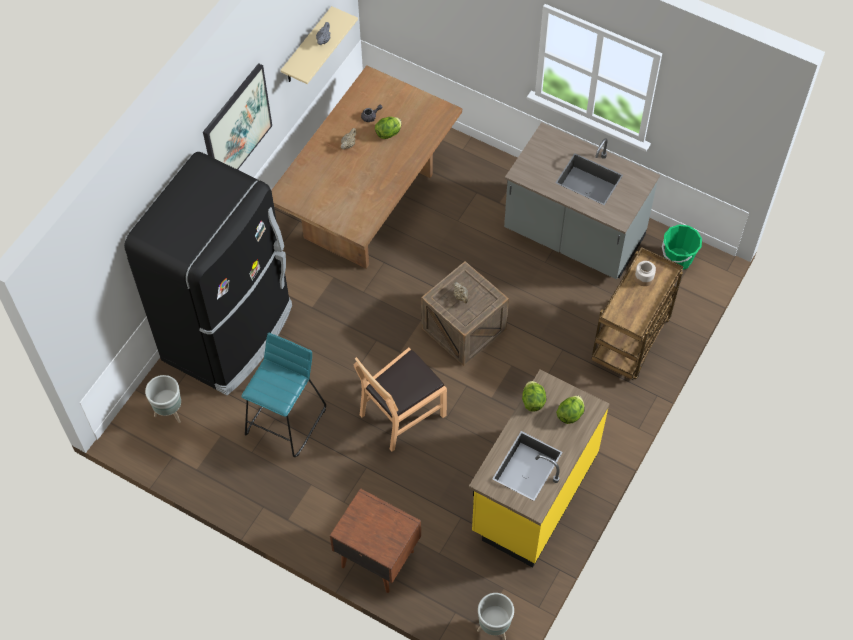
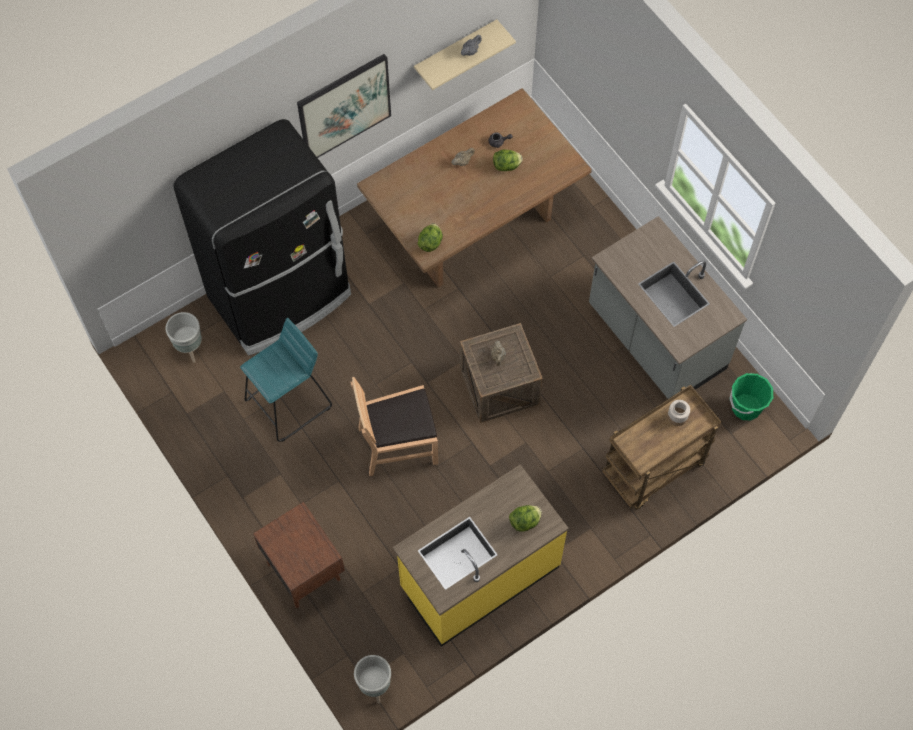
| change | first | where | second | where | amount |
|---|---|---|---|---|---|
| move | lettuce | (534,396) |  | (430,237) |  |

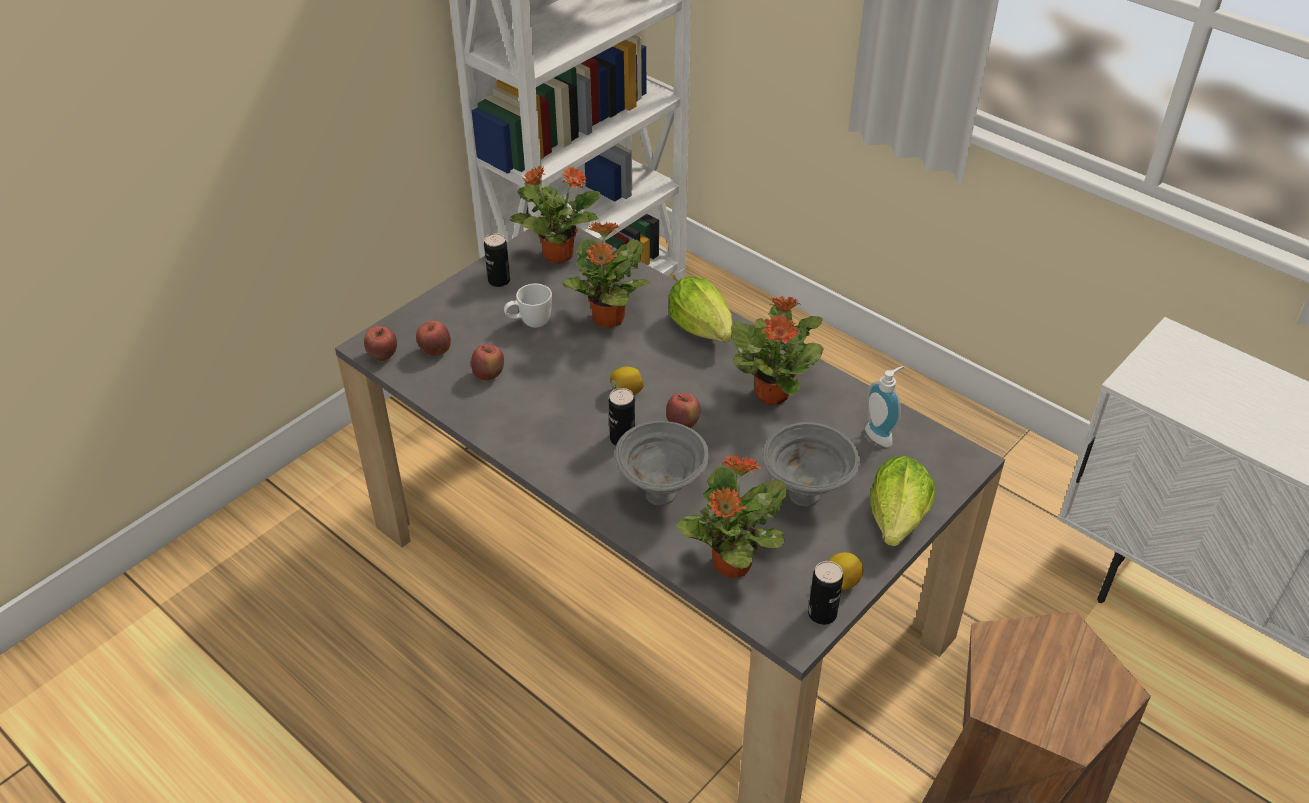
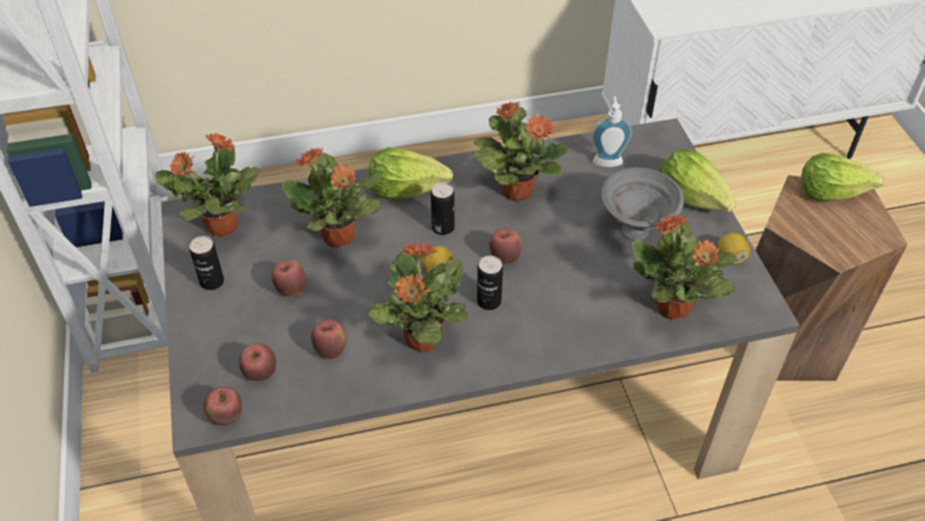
| change | first | where | second | where | amount |
|---|---|---|---|---|---|
| replace | white-coloured mug | (528,306) | apple fruit | (289,278) |  |
| insert |  |  | houseplant | (418,297) |  |
| move | metal can | (825,593) |  | (443,208) |  |
| insert |  |  | lettuce | (842,177) |  |
| delete | gray deep dish | (662,463) |  |  |  |

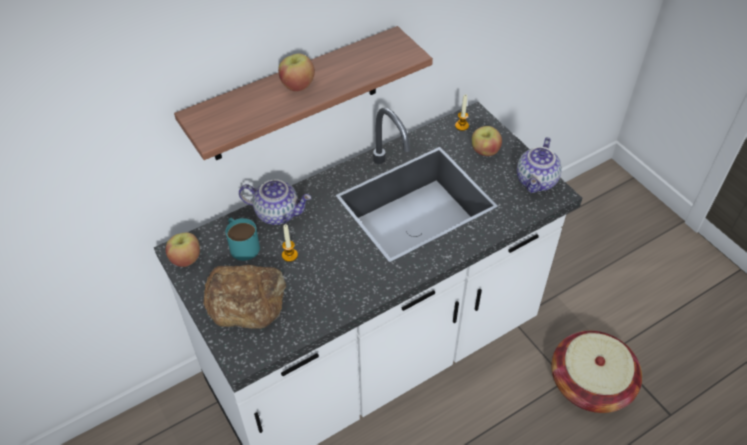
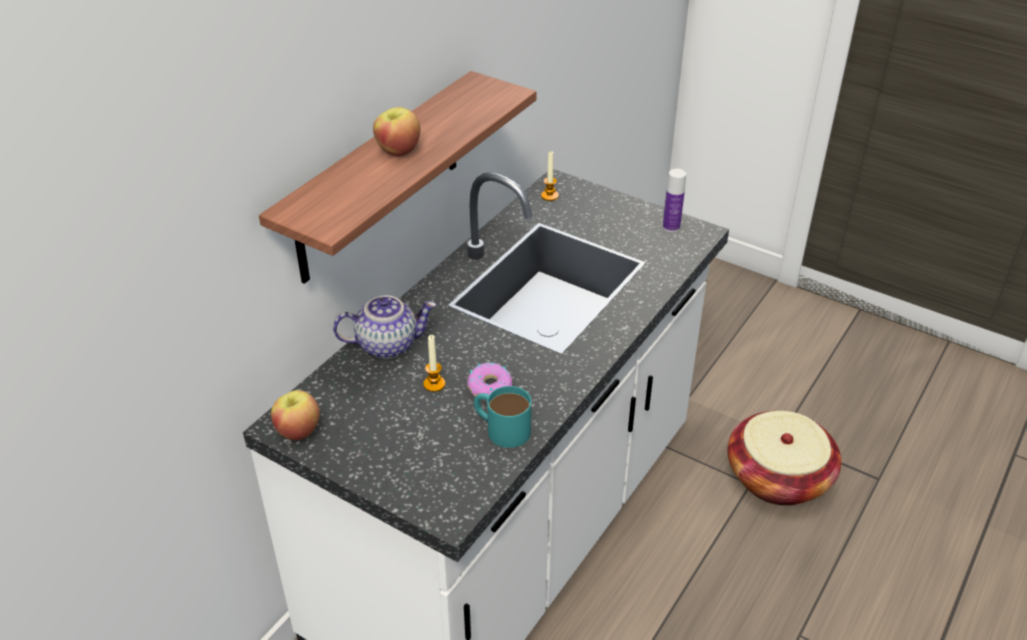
| change | first | where | second | where | amount |
|---|---|---|---|---|---|
| insert |  |  | doughnut | (489,380) |  |
| move | turquoise-coloured mug | (243,239) |  | (502,417) |  |
| replace | pot for tea | (539,165) | beverage bottle | (674,200) |  |
| delete | bread | (244,297) |  |  |  |
| delete | apple fruit | (487,141) |  |  |  |

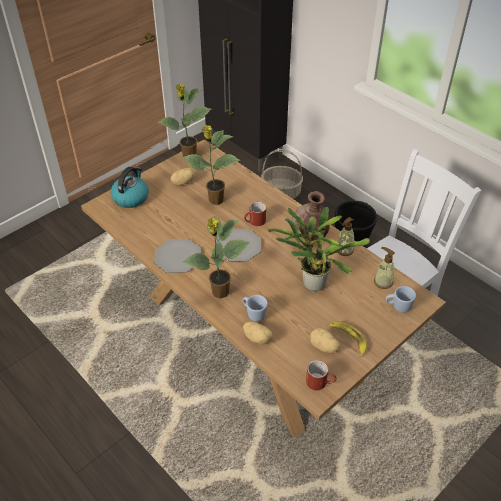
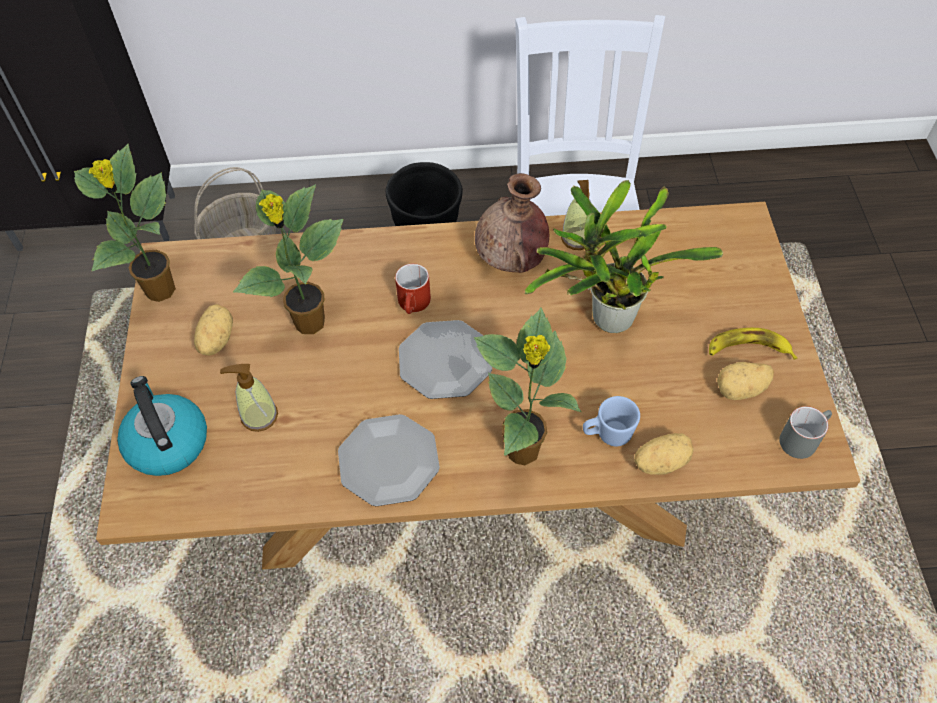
| change | first | where | second | where | amount |
|---|---|---|---|---|---|
| move | liquid soap bottle | (384,268) |  | (249,398) |  |
| recolor | red mug | (321,375) | gray mug | (805,432) |  |
| delete | bluish mug | (401,299) |  |  |  |

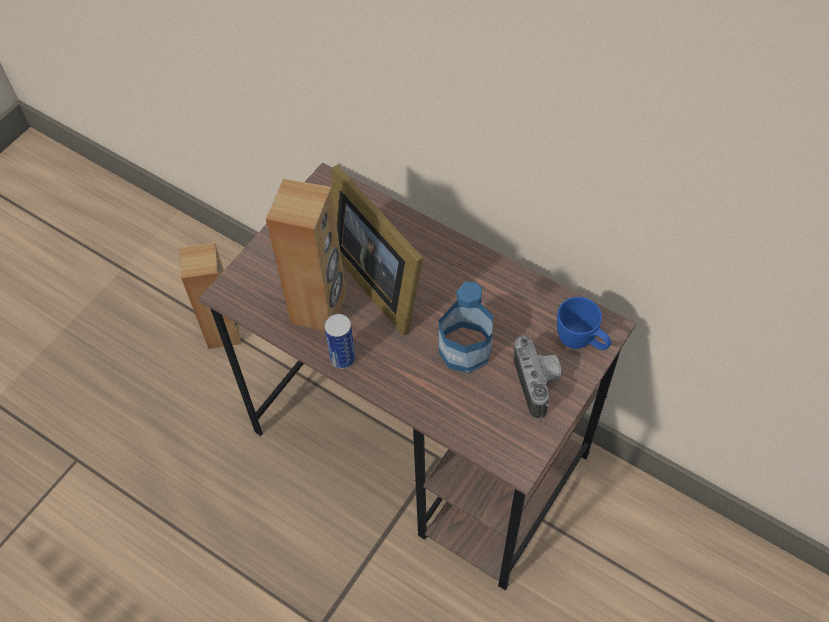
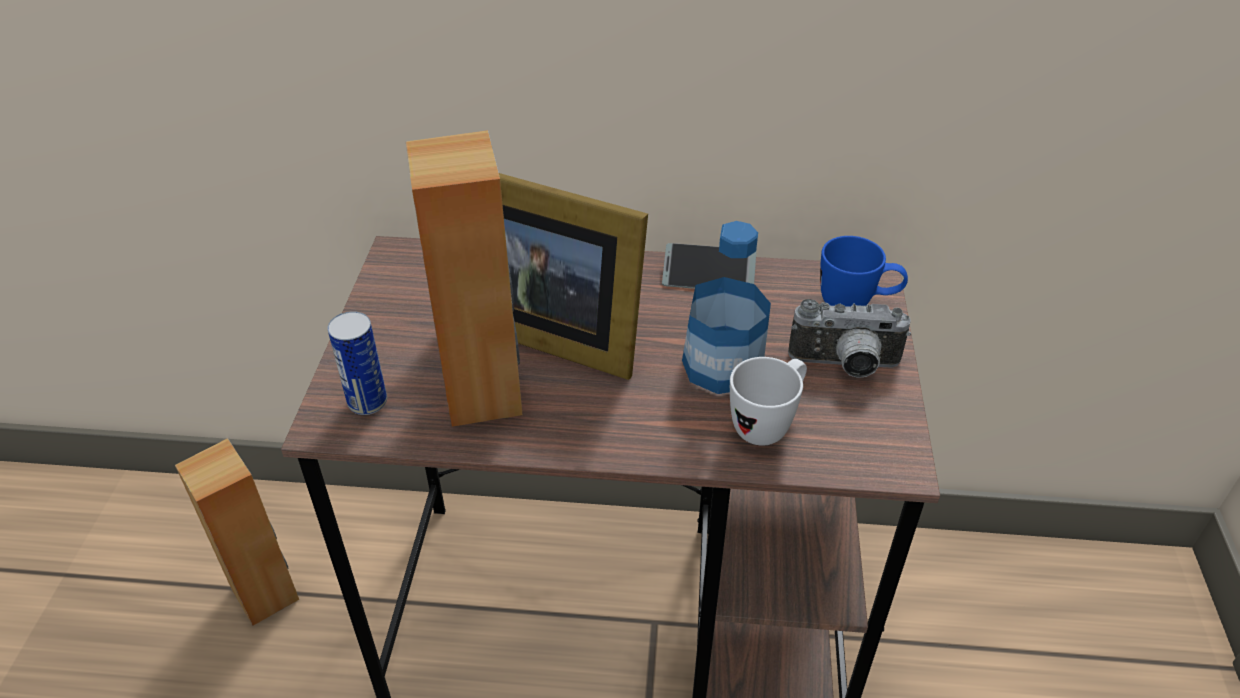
| change | first | where | second | where | amount |
|---|---|---|---|---|---|
| move | metal can | (340,341) |  | (357,363) |  |
| insert |  |  | handset | (709,266) |  |
| insert |  |  | white-coloured mug | (768,401) |  |
| rotate | photo camera | (538,377) |  | (849,338) | 135 degrees clockwise |

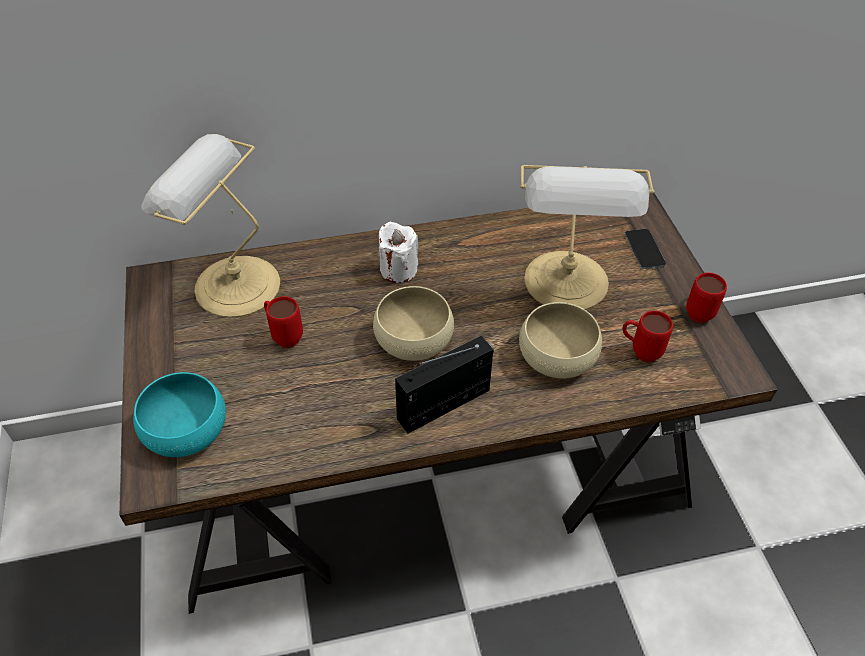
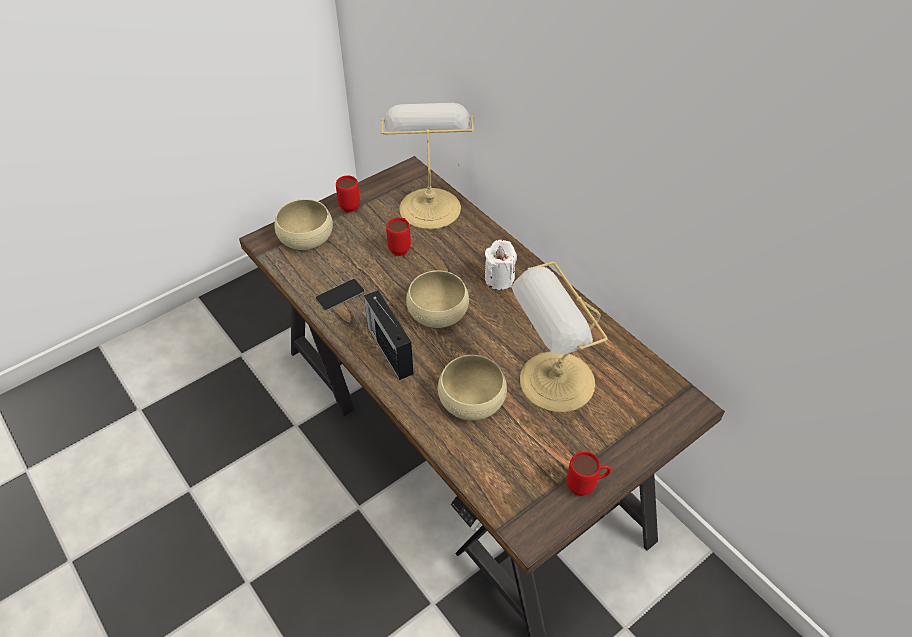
| change | first | where | second | where | amount |
|---|---|---|---|---|---|
| recolor | turquoise-coloured deep dish | (179,414) | sand-coloured deep dish | (303,224) |  |
| move | handset | (645,249) |  | (340,295) |  |
| move | red mug | (647,336) |  | (348,194) |  |
| rotate | radio | (444,385) |  | (389,335) | 150 degrees counterclockwise |

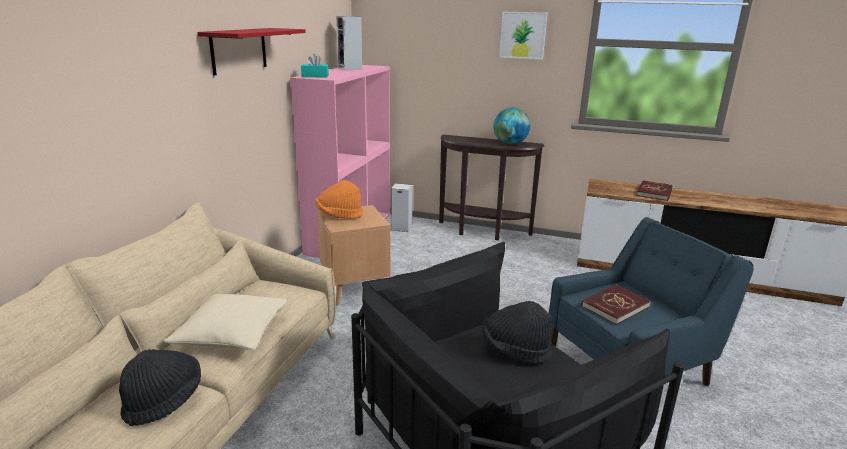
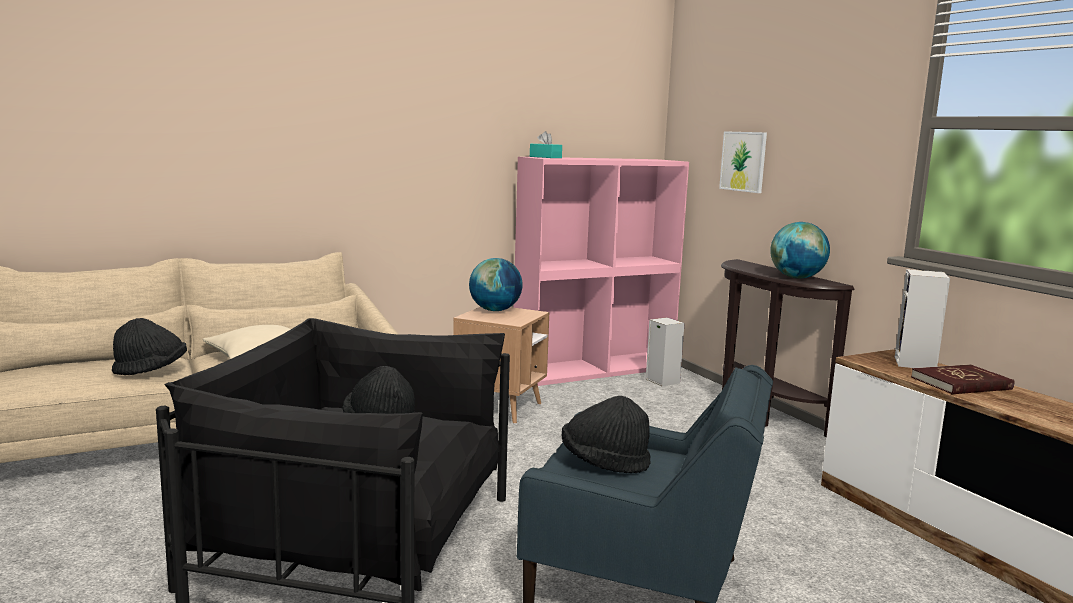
| change | first | where | second | where | amount |
|---|---|---|---|---|---|
| replace | orange hat | (339,199) | world globe | (495,284) |  |
| replace | red bound book | (616,305) | blackish hat | (606,434) |  |
| move | wall picture | (523,36) |  | (743,162) |  |
| move | audio speaker | (349,43) |  | (922,318) |  |
| delete | red shelf | (251,52) |  |  |  |

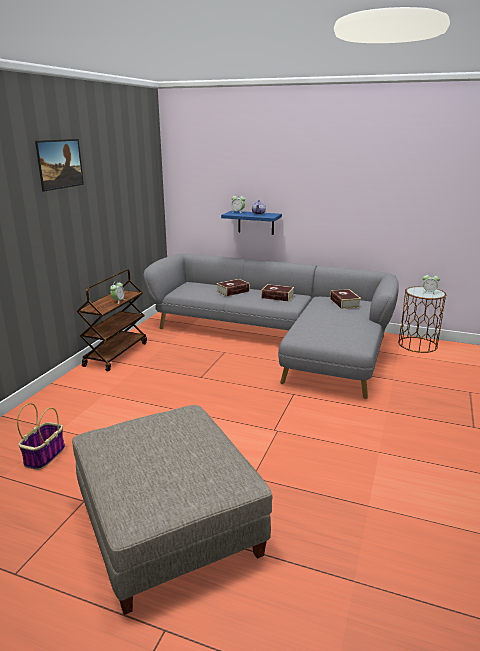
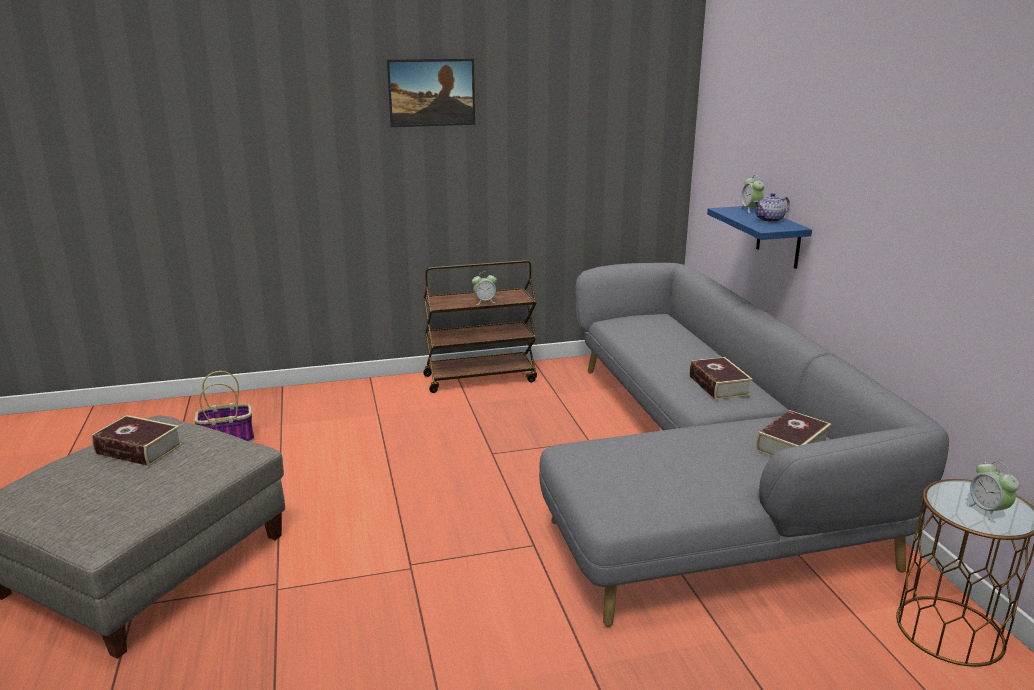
| change | first | where | second | where | amount |
|---|---|---|---|---|---|
| move | bound book | (233,288) |  | (137,440) |  |

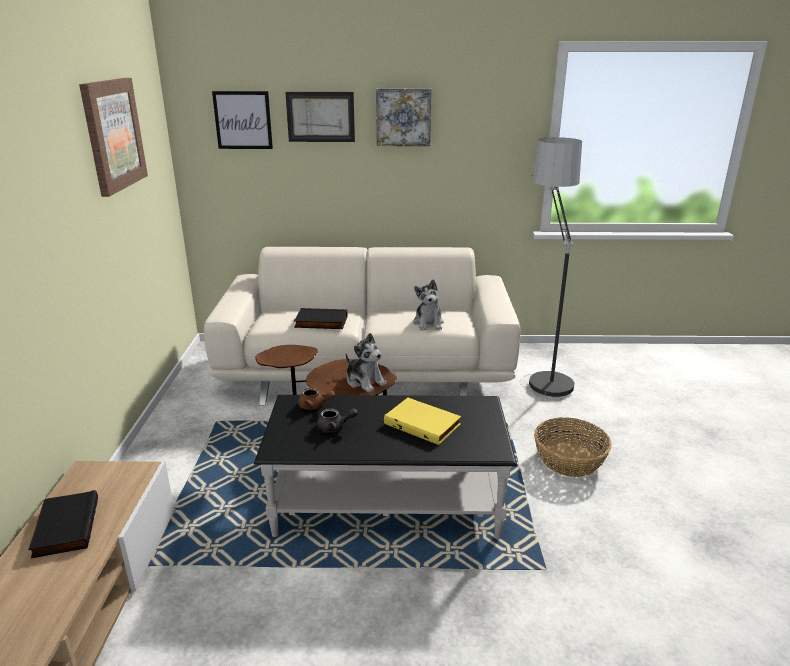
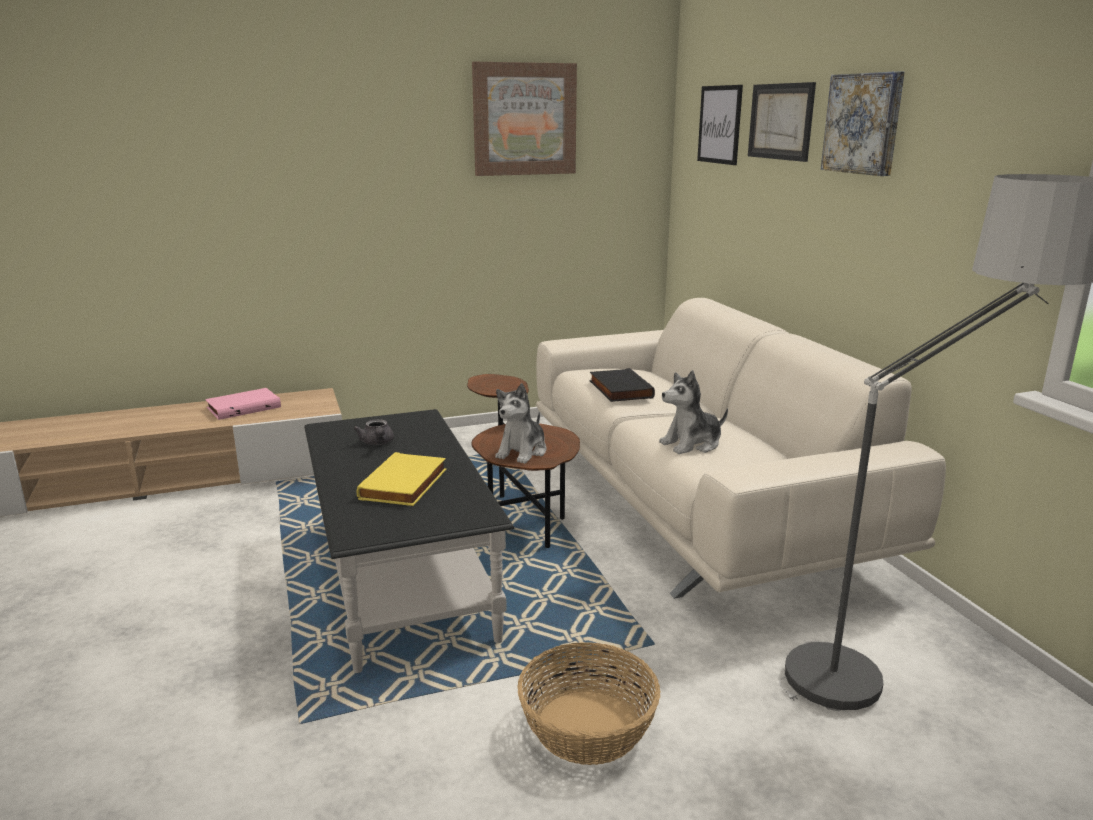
| change | first | where | second | where | amount |
|---|---|---|---|---|---|
| recolor | blackish bound book | (63,524) | pink bound book | (243,404) |  |
| delete | brownish pot for tea | (316,398) |  |  |  |

